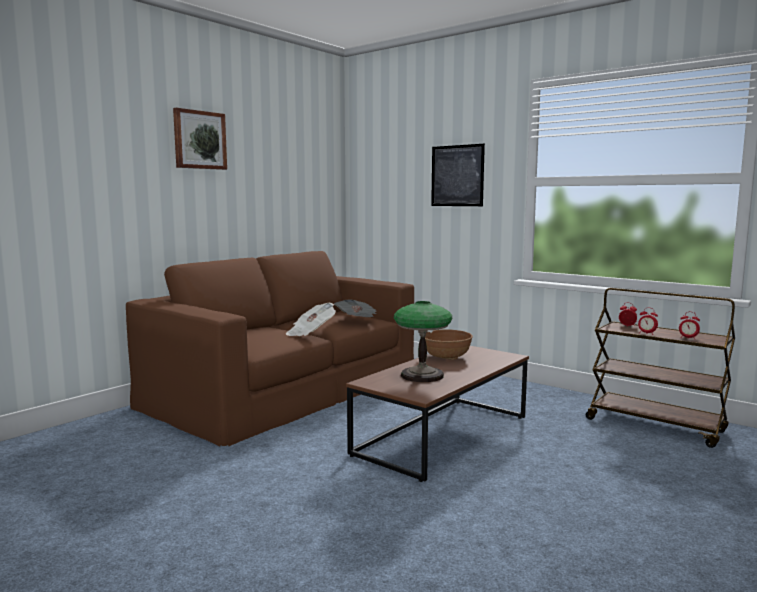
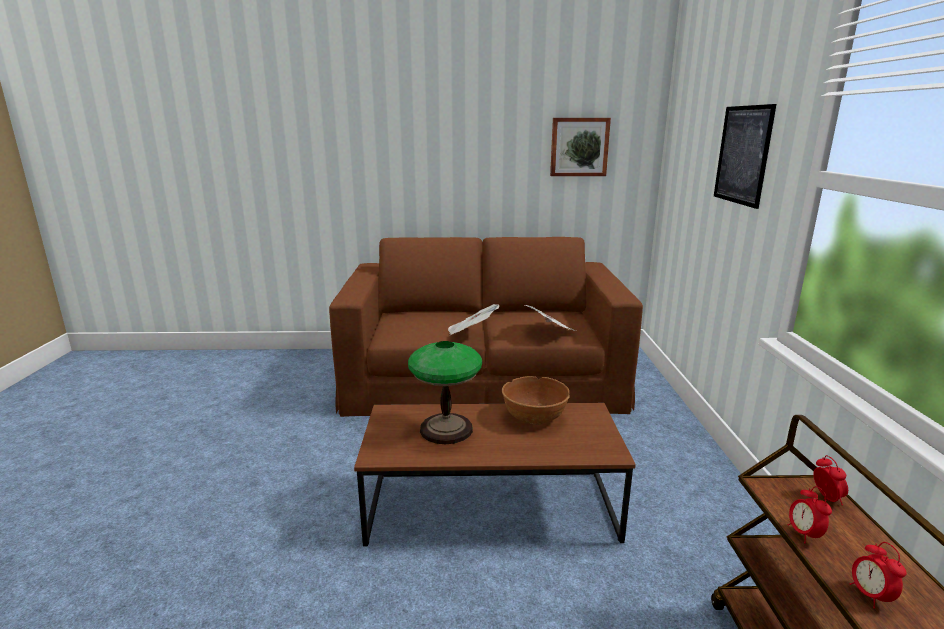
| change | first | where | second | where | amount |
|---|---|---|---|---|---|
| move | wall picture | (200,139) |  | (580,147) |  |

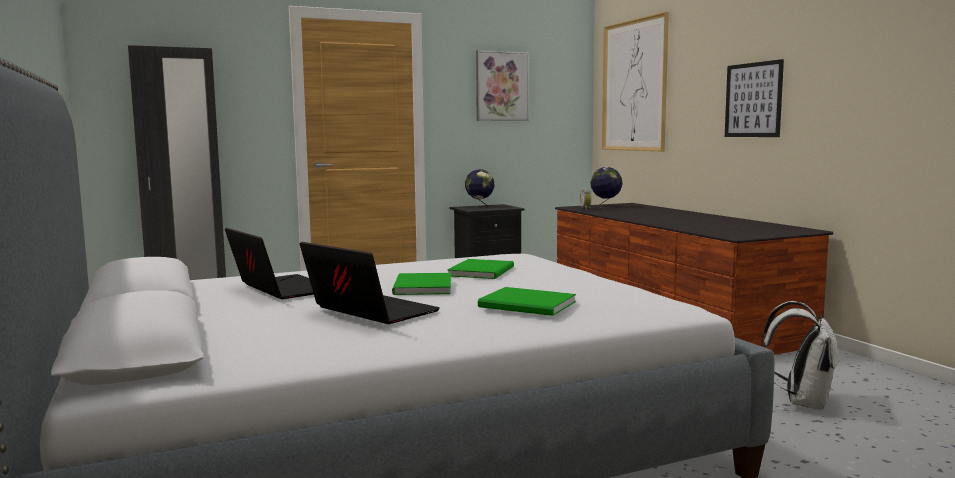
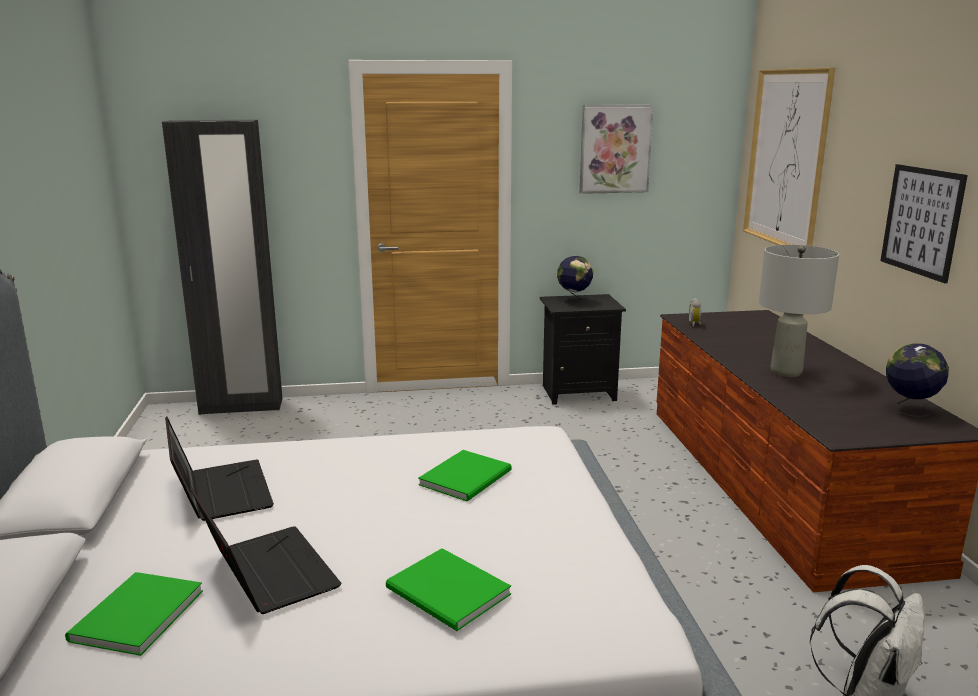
| change | first | where | second | where | amount |
|---|---|---|---|---|---|
| move | green-coloured bound book | (421,284) |  | (134,614) |  |
| insert |  |  | gray lamp for a table | (799,311) |  |
| move | world globe | (606,187) |  | (917,380) |  |

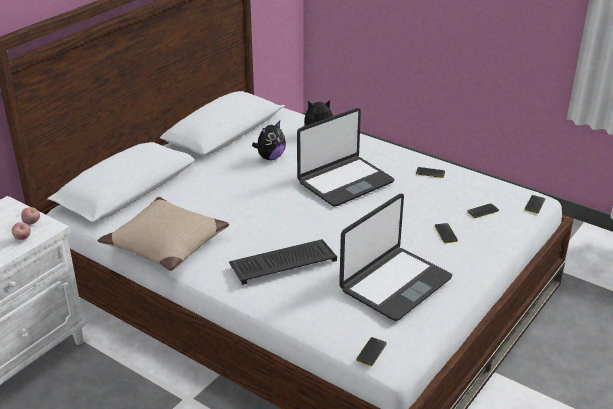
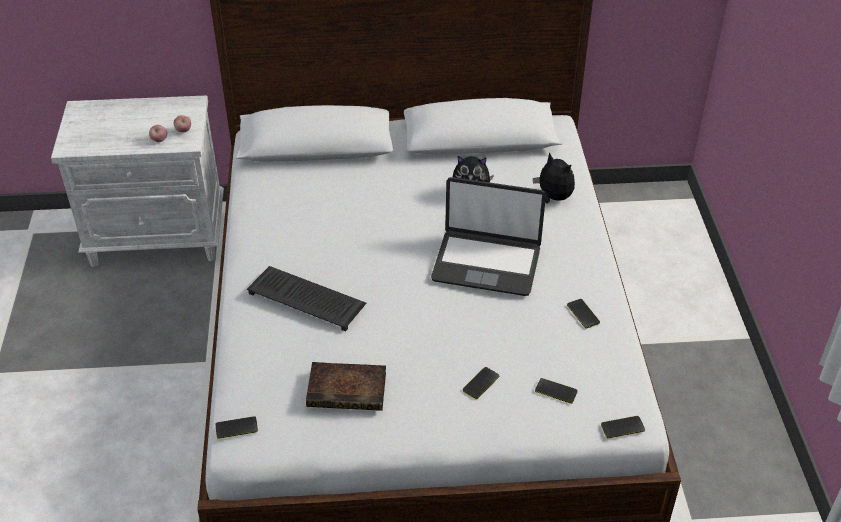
| change | first | where | second | where | amount |
|---|---|---|---|---|---|
| replace | notebook computer | (396,257) | bound book | (346,386) |  |
| delete | sand-coloured cushion | (163,234) |  |  |  |

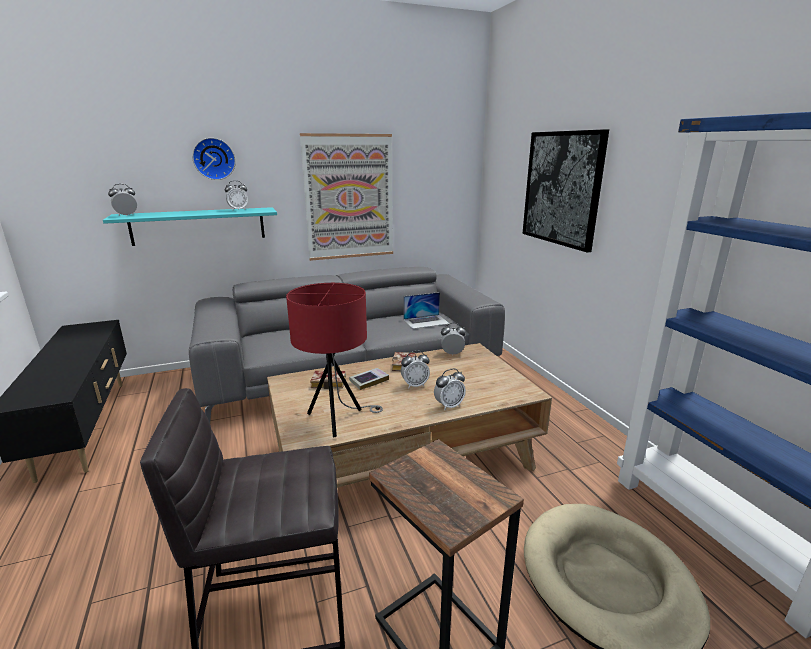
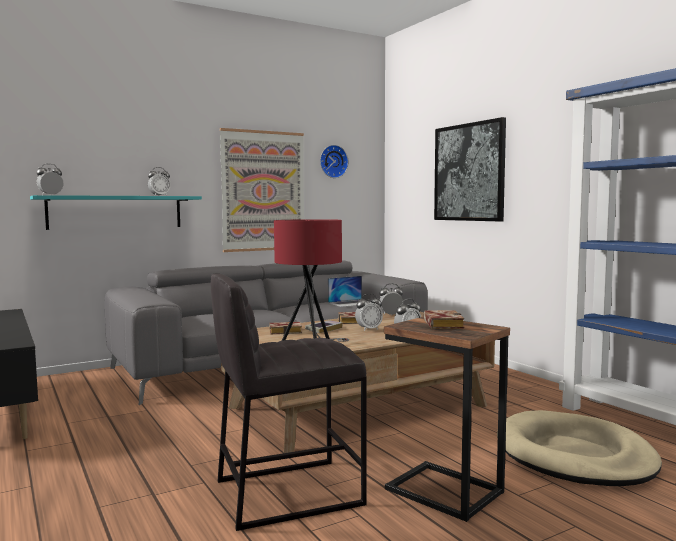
| change | first | where | second | where | amount |
|---|---|---|---|---|---|
| move | wall clock | (214,159) |  | (334,161) |  |
| insert |  |  | bound book | (444,319) |  |

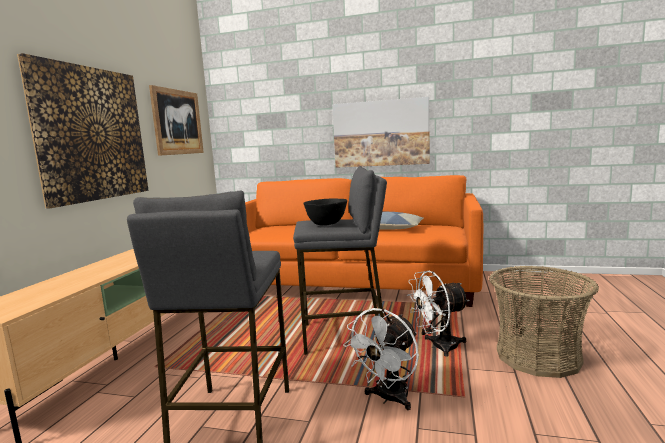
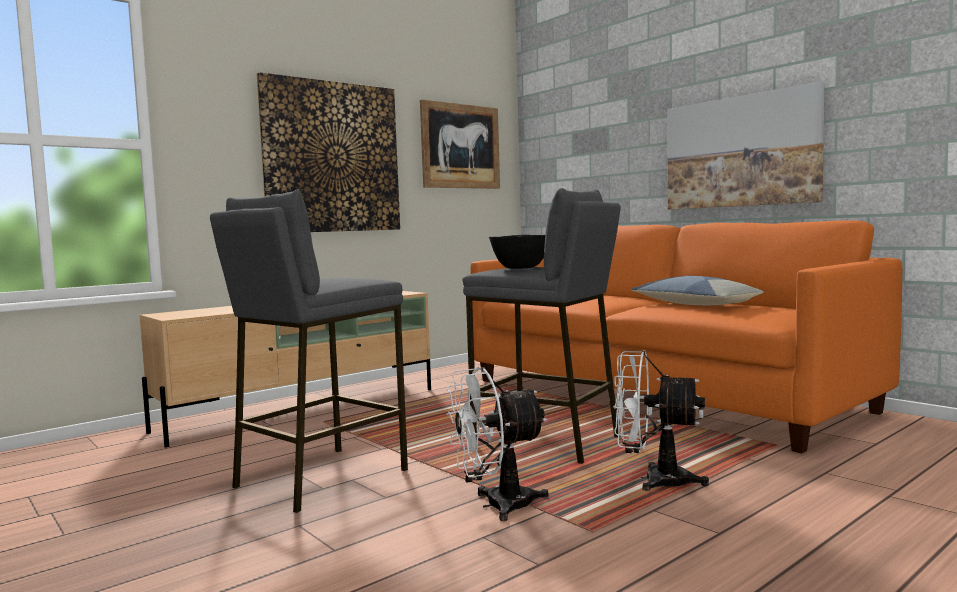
| change | first | where | second | where | amount |
|---|---|---|---|---|---|
| delete | household basket | (544,322) |  |  |  |

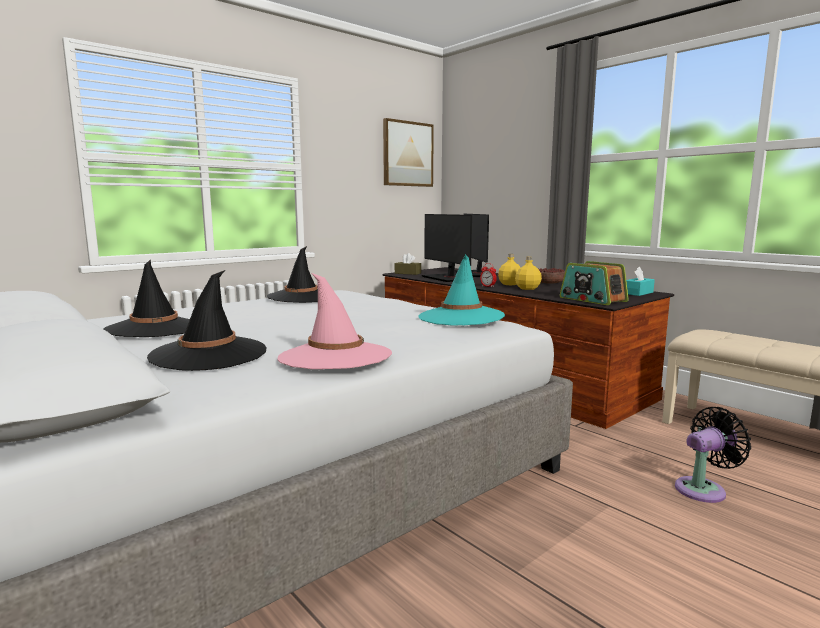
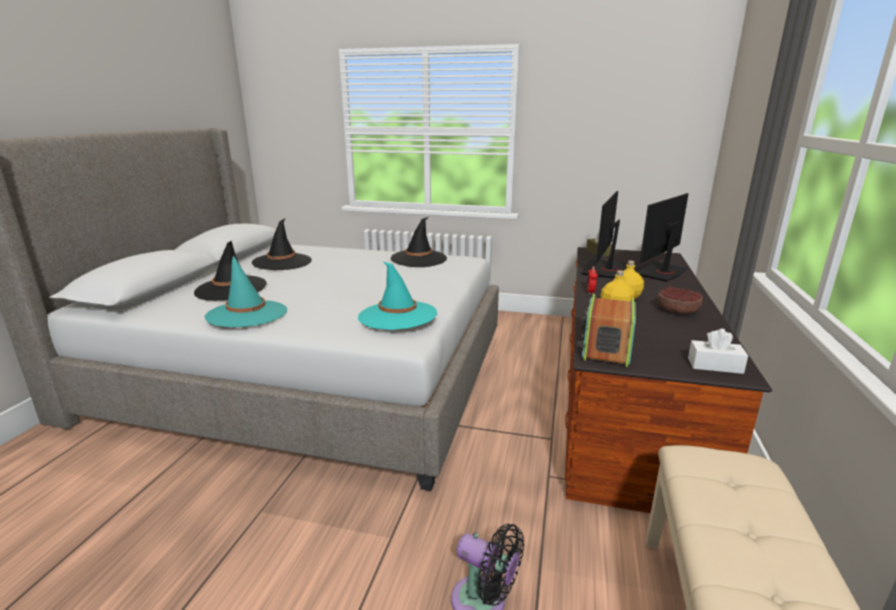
| change | first | where | second | where | amount |
|---|---|---|---|---|---|
| recolor | pink hat | (334,321) | turquoise-coloured hat | (245,291) |  |
| recolor | turquoise-coloured tissue box | (640,281) | white-coloured tissue box | (718,351) |  |
| delete | wall picture | (408,152) |  |  |  |

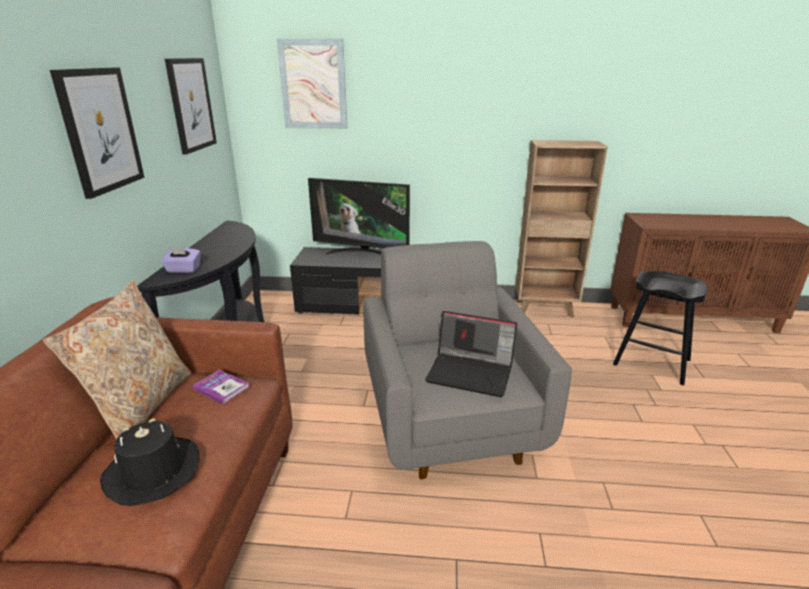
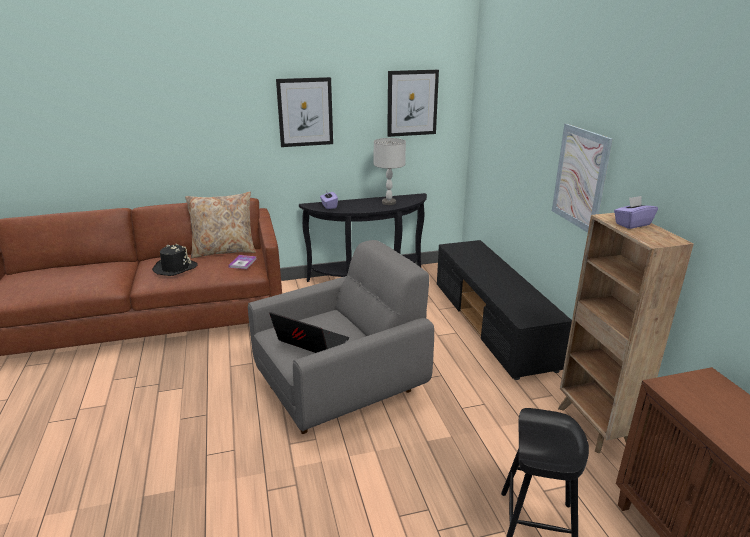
| change | first | where | second | where | amount |
|---|---|---|---|---|---|
| rotate | notebook computer | (471,354) |  | (309,332) | 120 degrees clockwise |
| insert |  |  | gray lamp for a table | (390,171) |  |
| move | wall picture | (312,84) |  | (582,178) |  |
| insert |  |  | purple tissue box | (636,212) |  |
| delete | television | (359,216) |  |  |  |

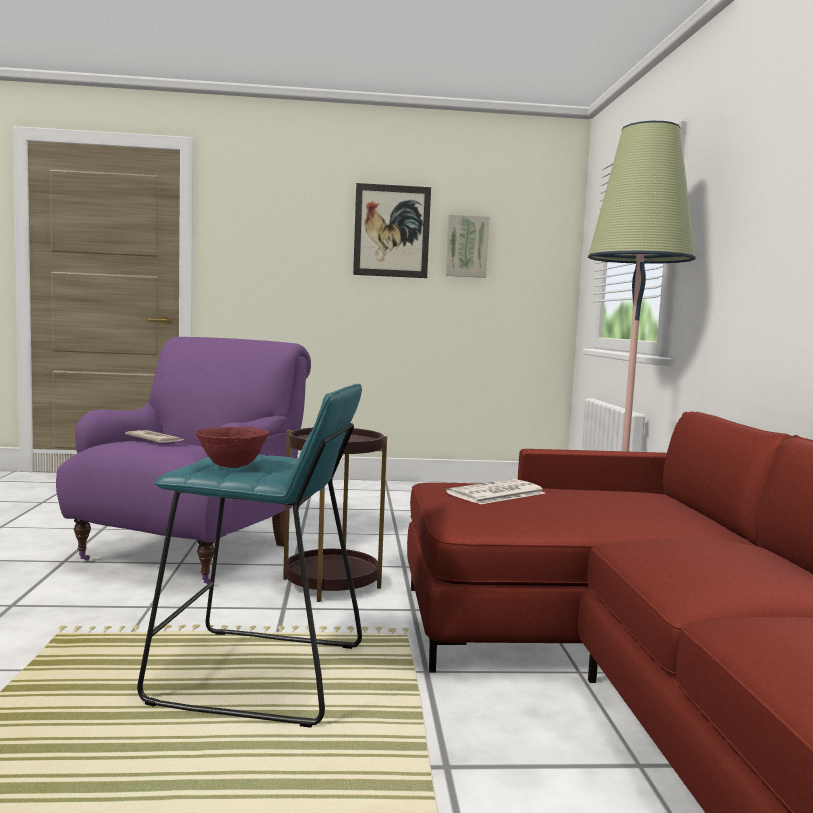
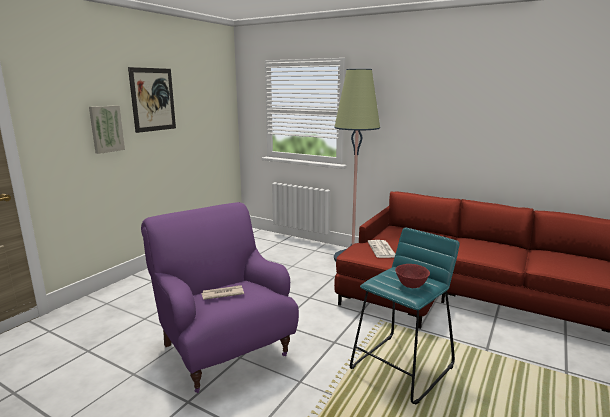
| change | first | where | second | where | amount |
|---|---|---|---|---|---|
| move | wall picture | (468,246) |  | (107,129) |  |
| delete | brownish accent table | (335,515) |  |  |  |

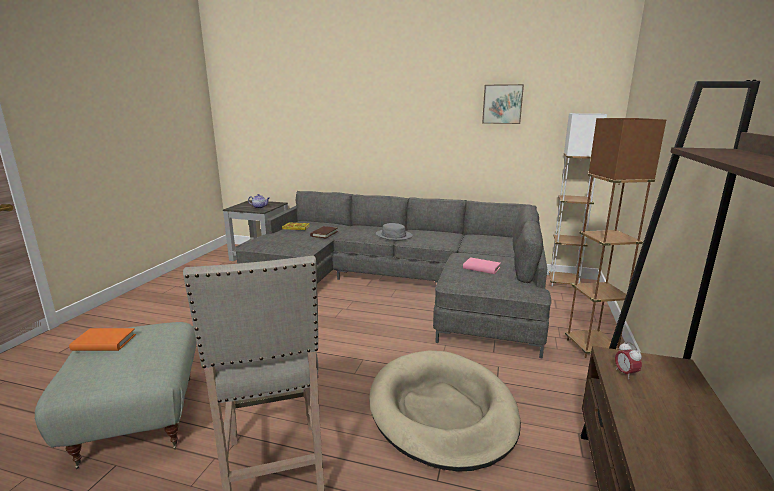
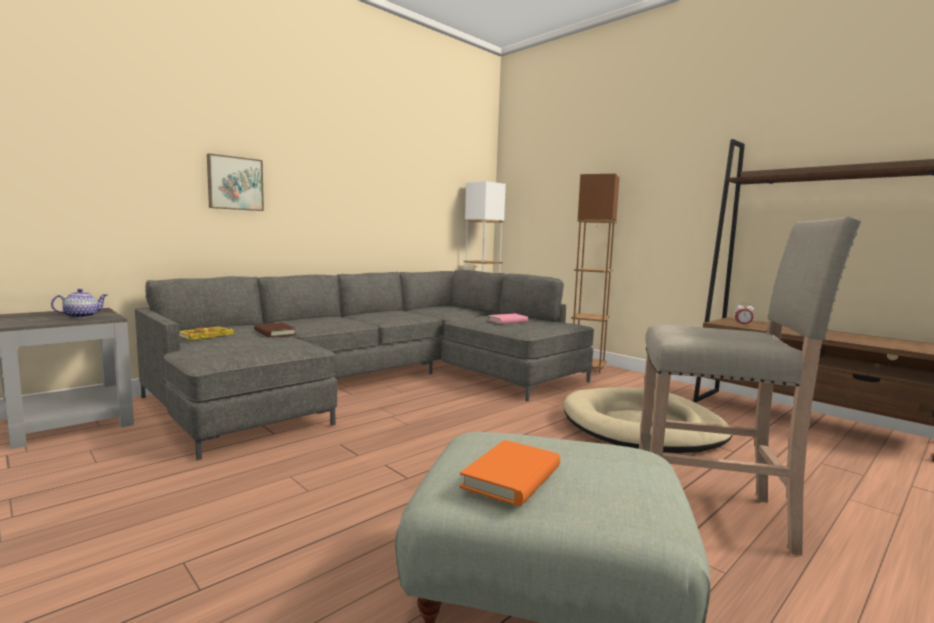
| change | first | where | second | where | amount |
|---|---|---|---|---|---|
| move | wall picture | (503,104) |  | (235,182) |  |
| delete | gray hat | (394,231) |  |  |  |

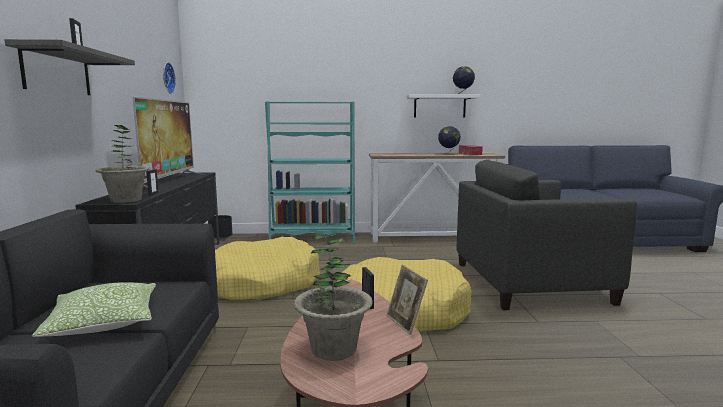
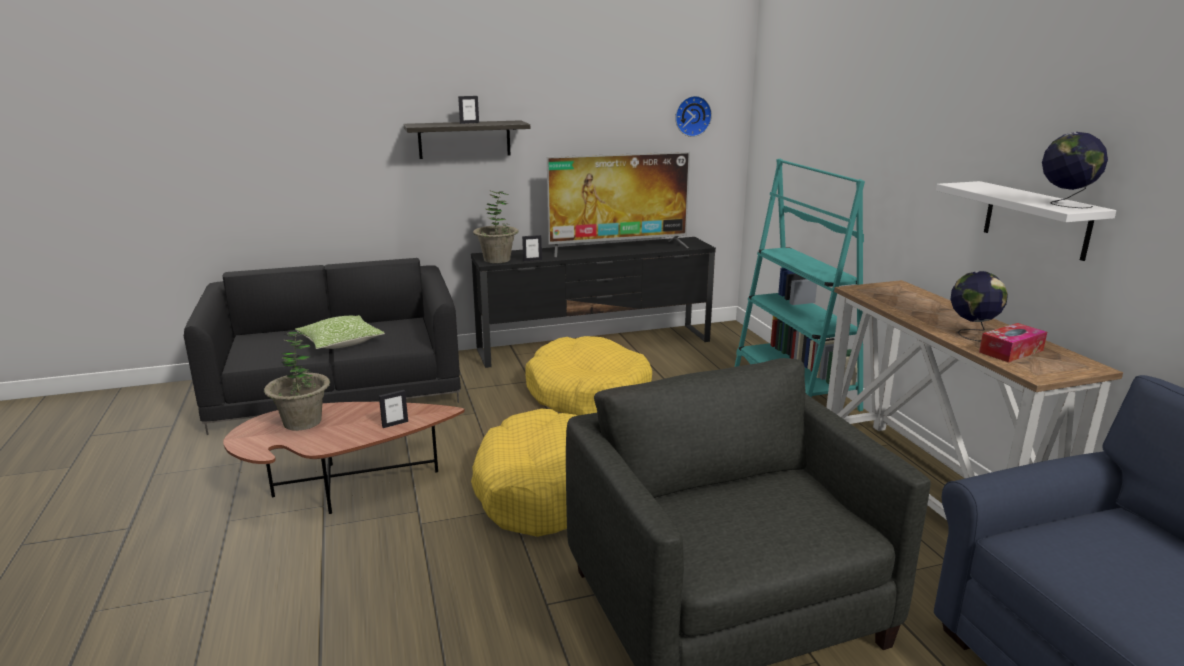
| change | first | where | second | where | amount |
|---|---|---|---|---|---|
| delete | blackish flower pot | (220,227) |  |  |  |
| delete | picture frame | (407,300) |  |  |  |

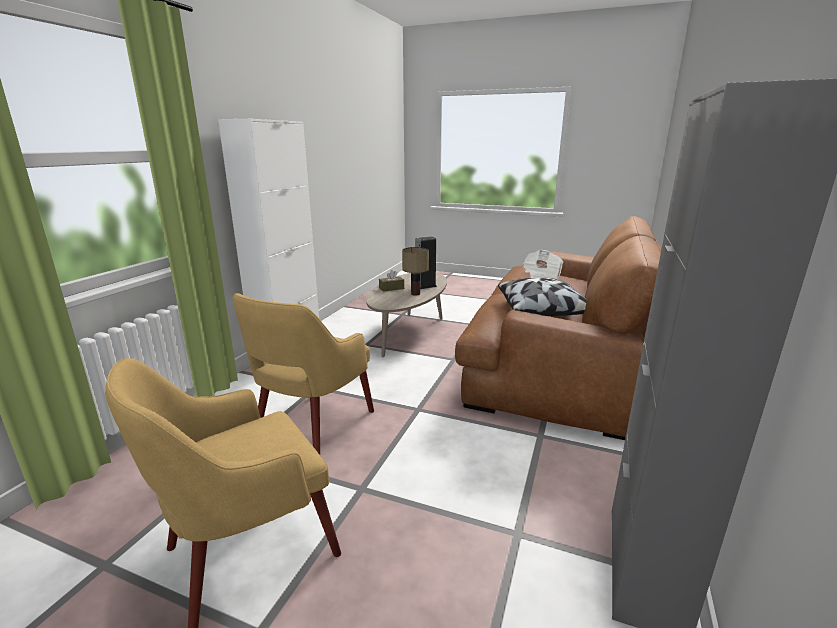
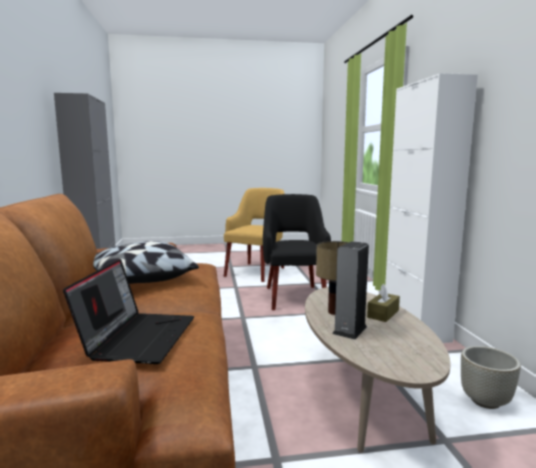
| change | first | where | second | where | amount |
|---|---|---|---|---|---|
| replace | printed paper | (543,264) | notebook computer | (128,311) |  |
| recolor | yellow-coloured lounge chair | (303,374) | blackish lounge chair | (297,252) |  |
| insert |  |  | gray flower pot | (491,377) |  |

